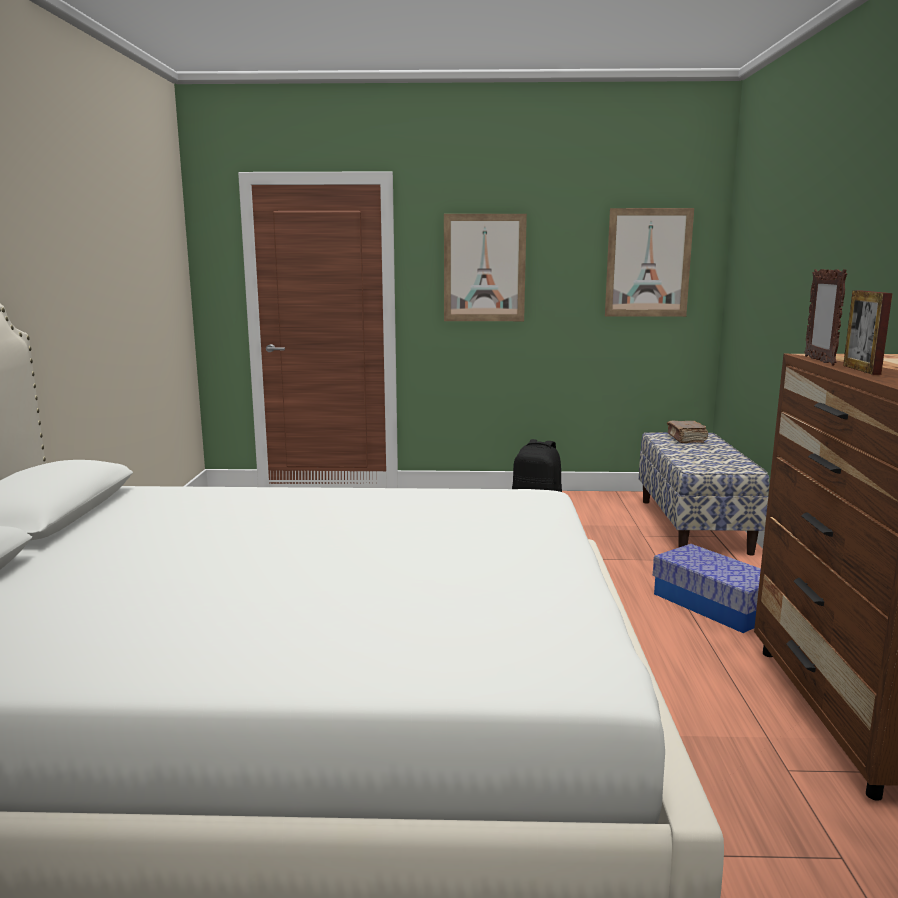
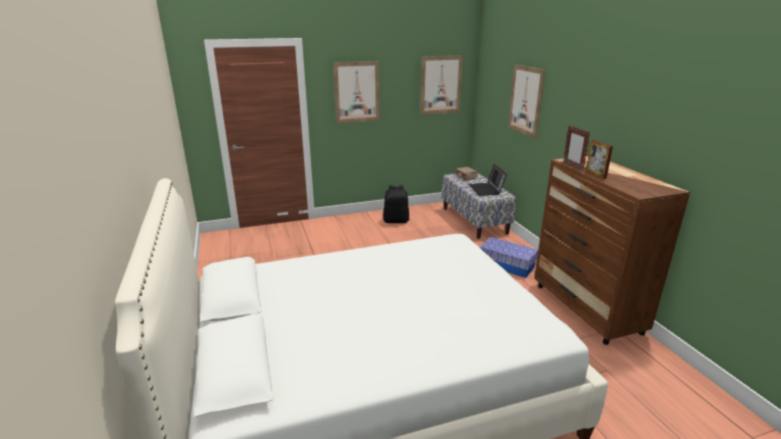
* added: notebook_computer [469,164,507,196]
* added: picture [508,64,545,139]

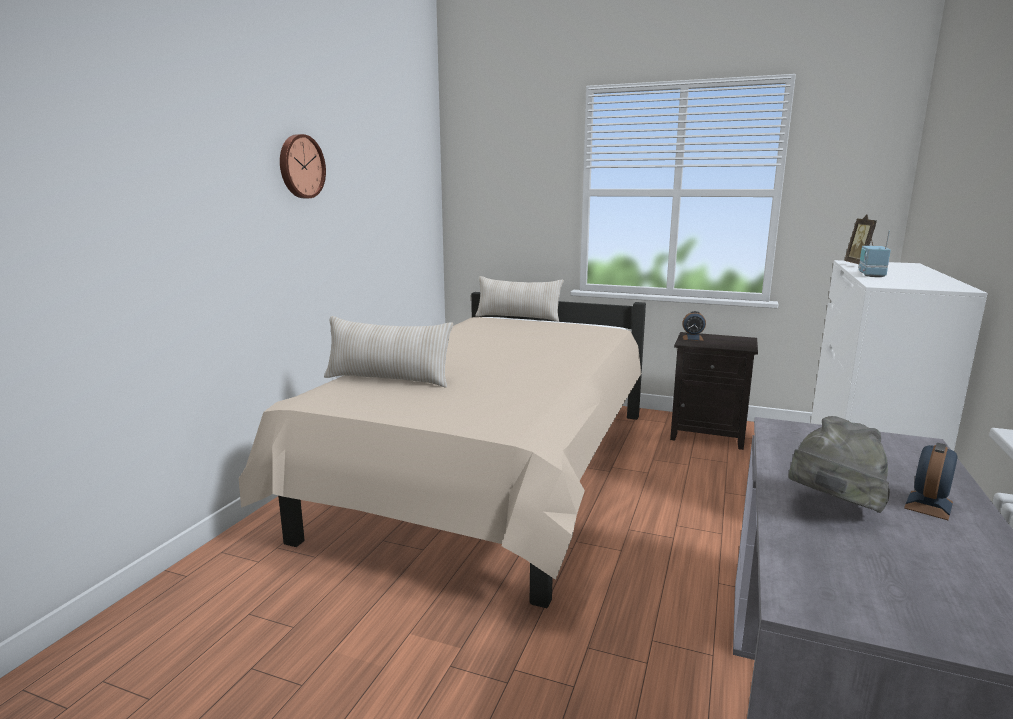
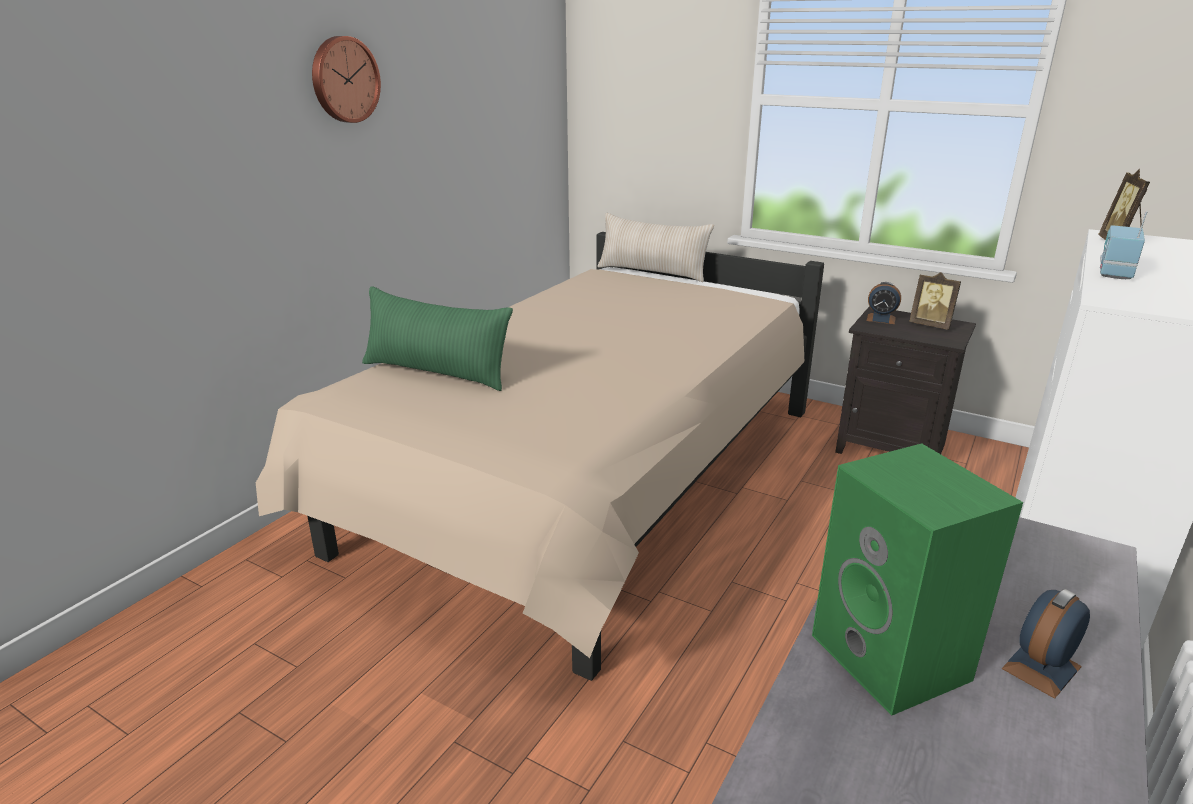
* recoloured: beige_throw_pillow [324,316,453,387] to greenish_throw_pillow [362,286,513,391]
* replaced: grey_clothing_hat [788,416,890,513] to greenish_speaker [812,443,1023,715]
* added: picture_frame [909,272,961,330]

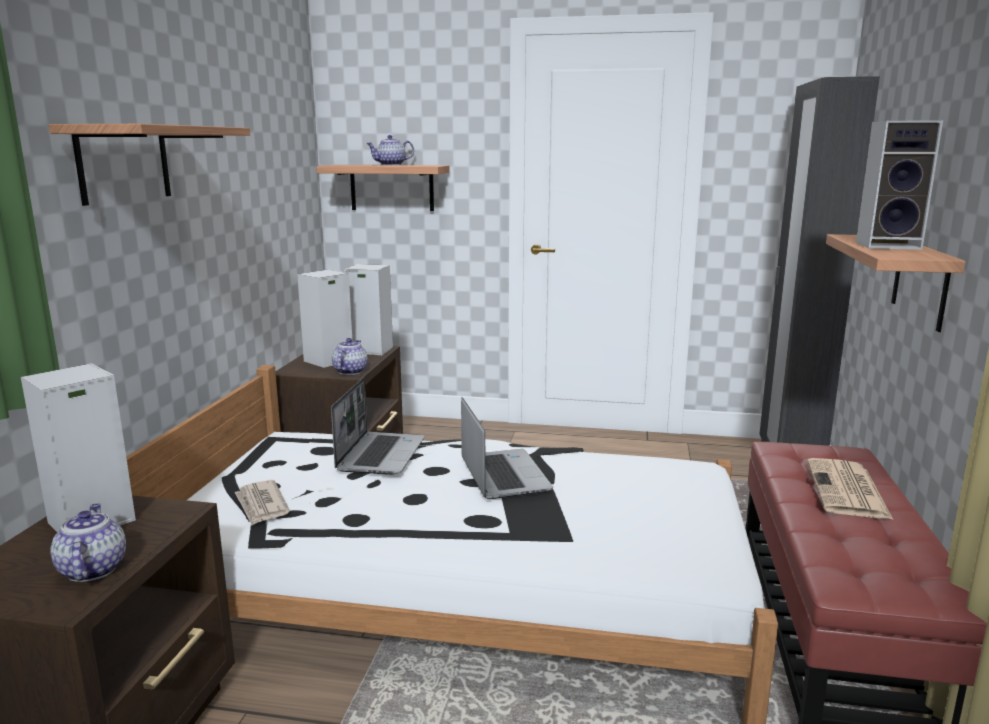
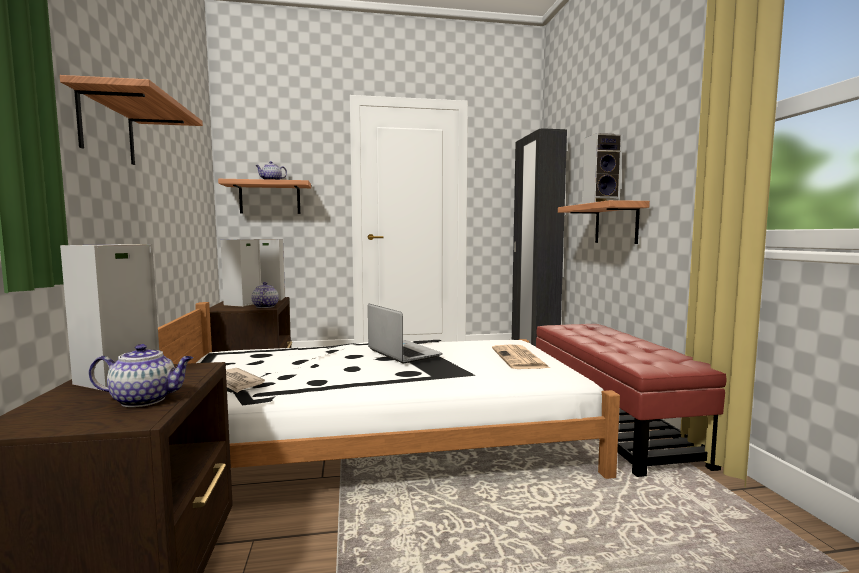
* turned: tea_pot [50,504,126,582] = [89,344,193,407] 120 degrees clockwise
* removed: notebook_computer [331,377,425,475]
* moved: daily_paper [807,458,893,519] to [492,345,550,369]

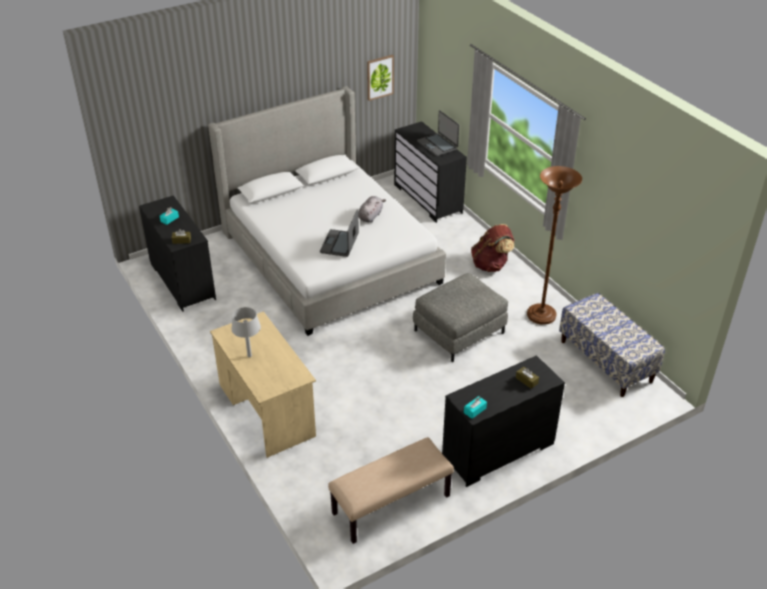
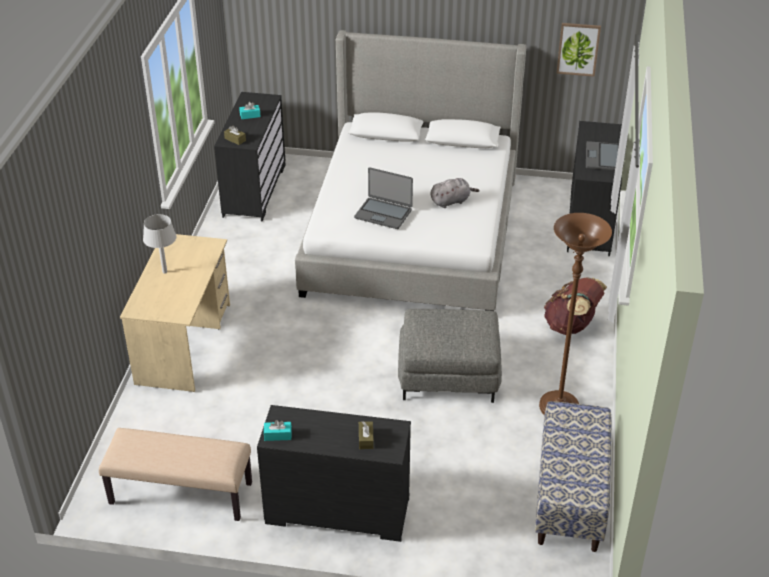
* turned: notebook_computer [320,209,359,257] = [354,167,413,229] 120 degrees counterclockwise

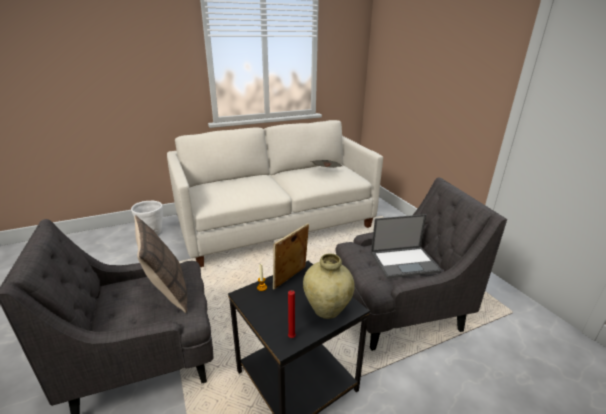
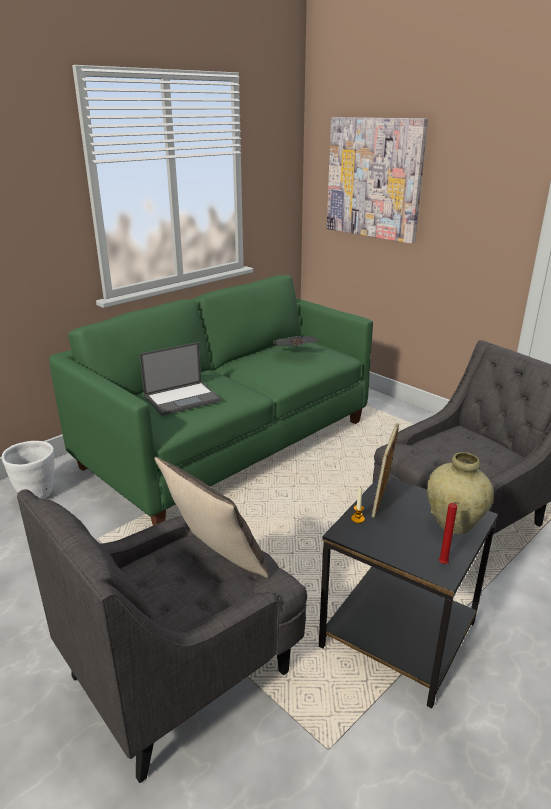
* recoloured: white_settee [167,120,383,267] to greenish_settee [49,275,373,526]
* moved: notebook_computer [371,214,442,279] to [140,342,221,416]
* added: picture [327,117,428,244]

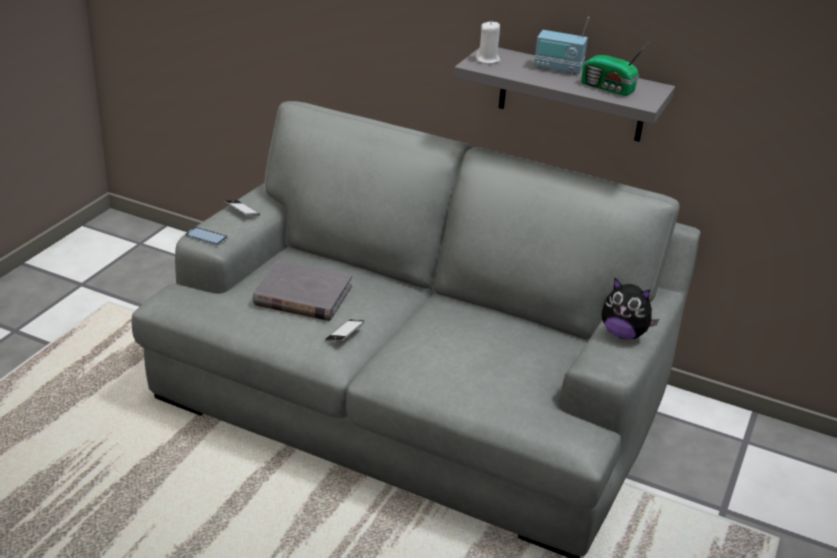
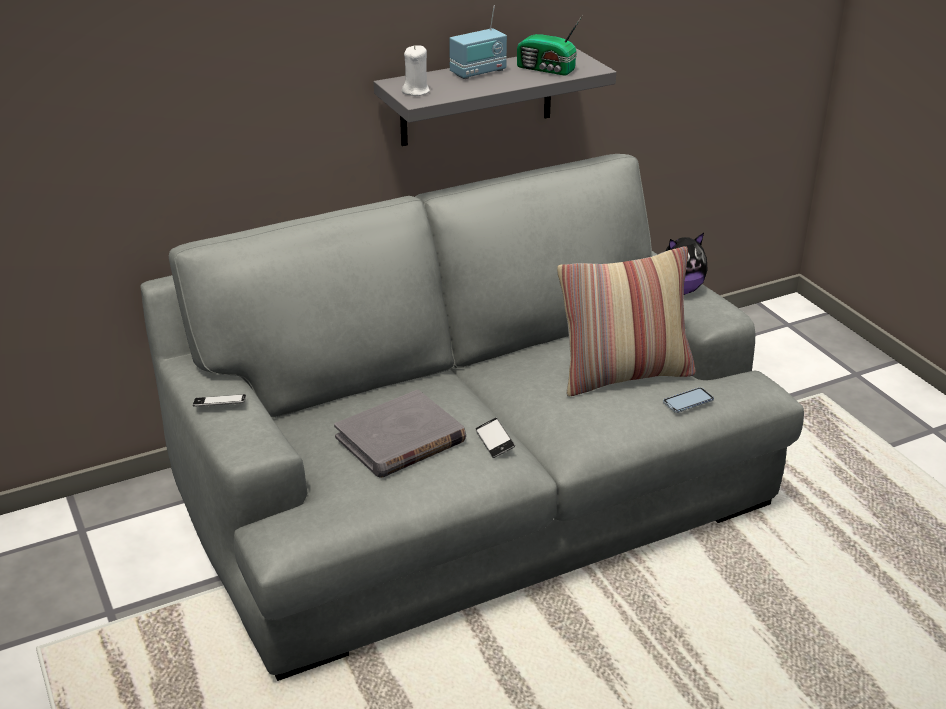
* moved: handset [185,227,228,246] to [663,387,714,413]
* turned: radio_set [581,42,649,96] = [517,15,583,76] 45 degrees clockwise
* added: throw_pillow [557,246,696,397]

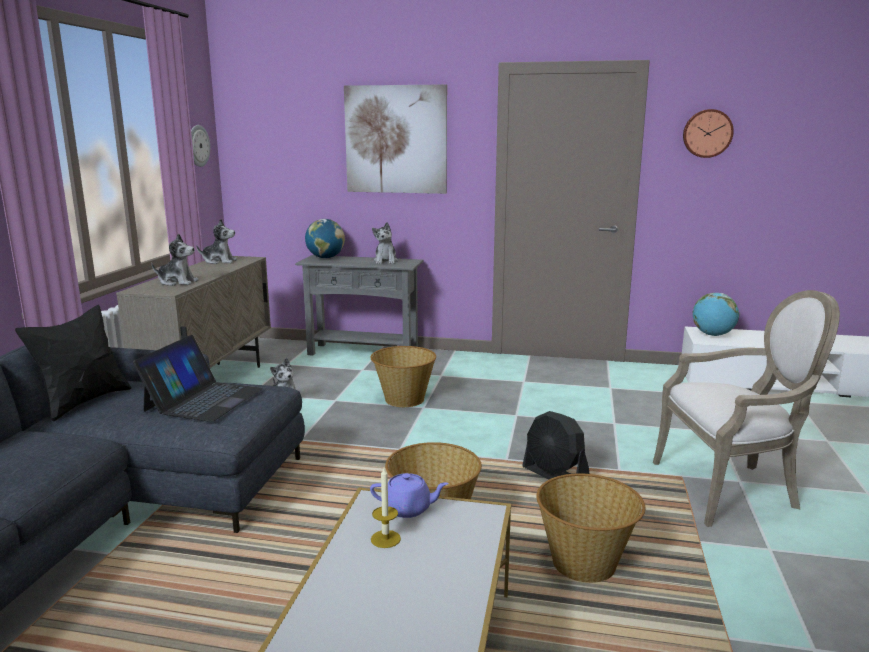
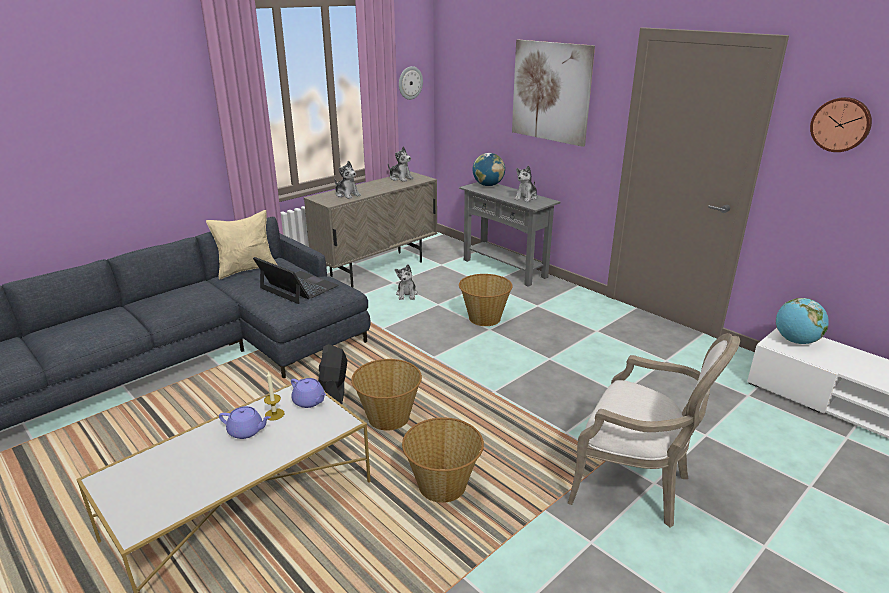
* recoloured: black-coloured_throw_pillow [15,305,131,421] to beige_throw_pillow [206,210,278,279]
* turned: notebook_computer [133,335,263,422] = [253,257,338,304] 105 degrees counterclockwise
* moved: black-coloured_cooling_fan [522,411,589,480] to [318,344,347,404]
* added: purple-coloured_tea_pot [219,406,271,439]

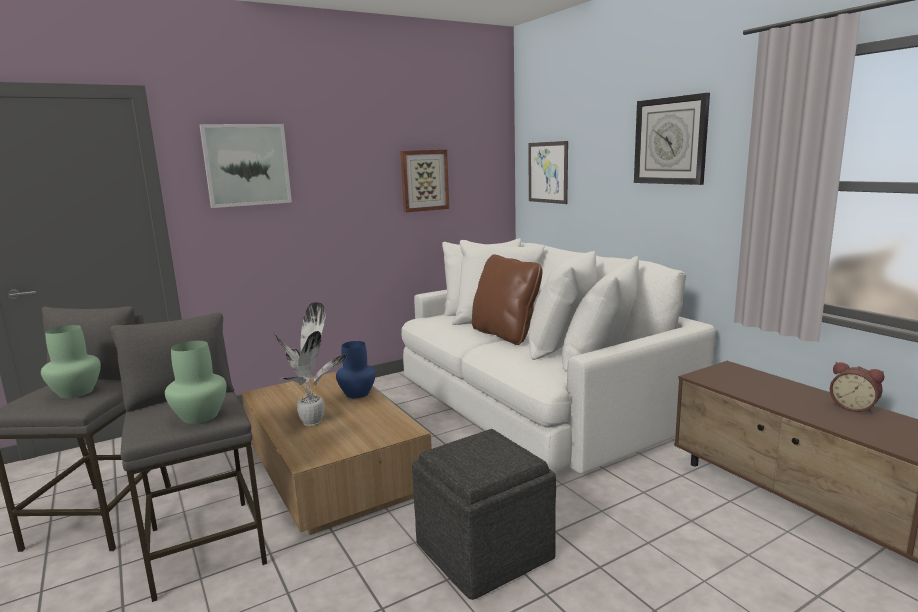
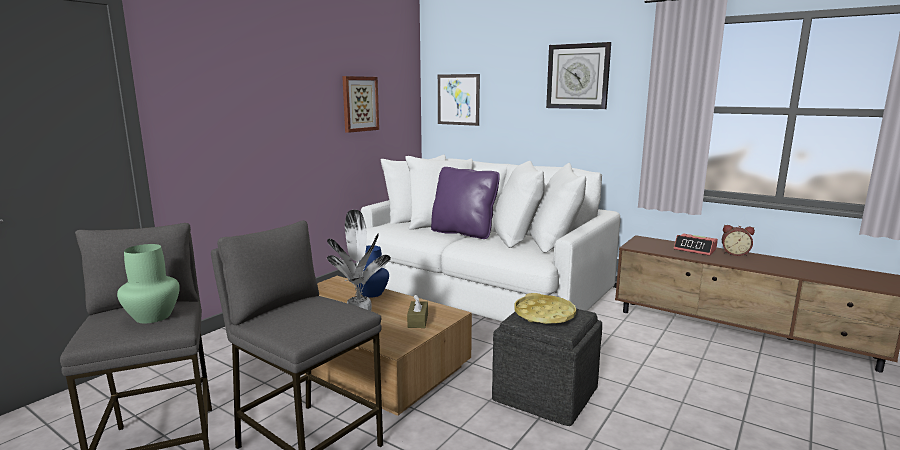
* removed: greenish_decorative_vase [165,341,227,424]
* removed: picture [199,124,292,208]
* recoloured: brown_throw_pillow [472,254,543,345] to purple-coloured_throw_pillow [431,167,500,239]
* added: brown_tissue_holder [407,295,428,328]
* added: yellow_tray [515,293,576,324]
* added: table_clock [674,233,718,256]

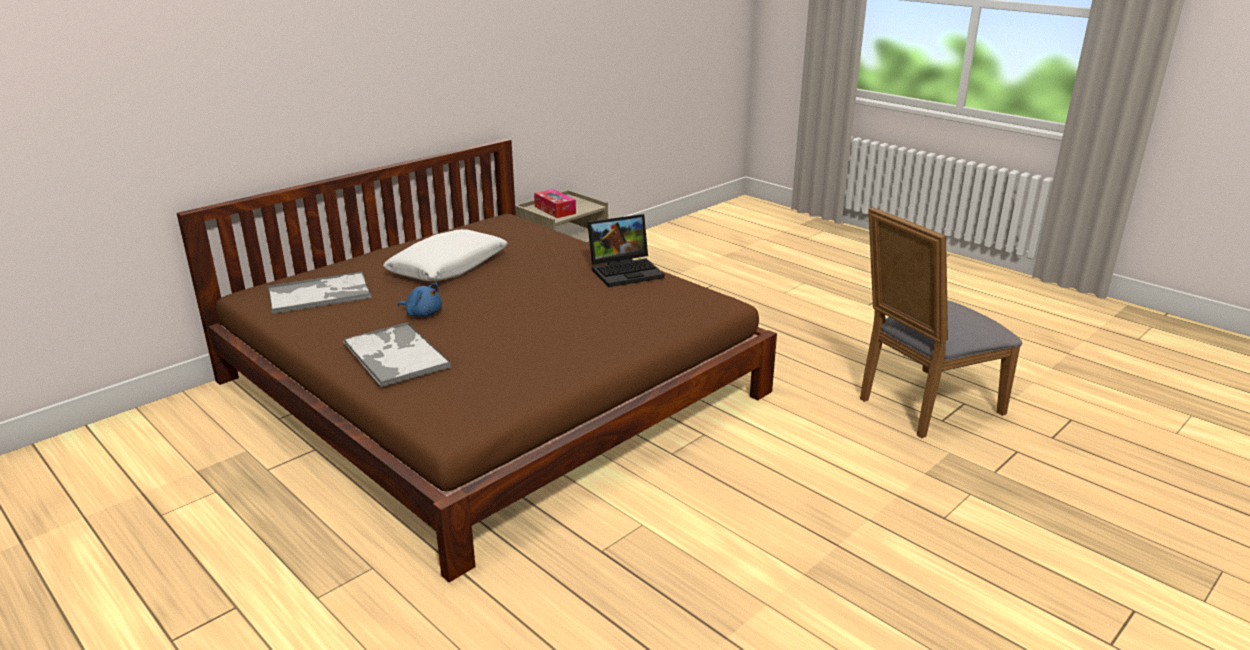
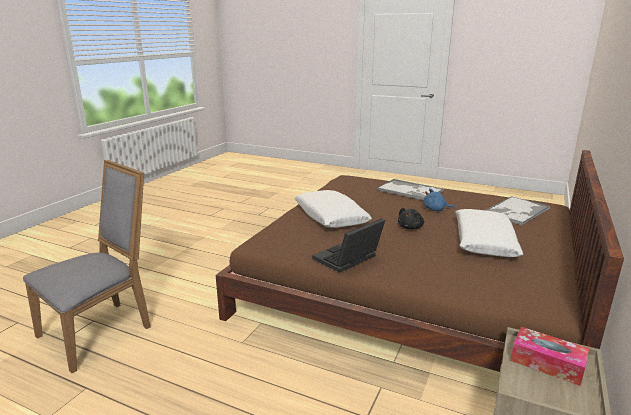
* added: white_throw_pillow [294,190,372,228]
* added: black-coloured_soft_toy [398,208,424,229]

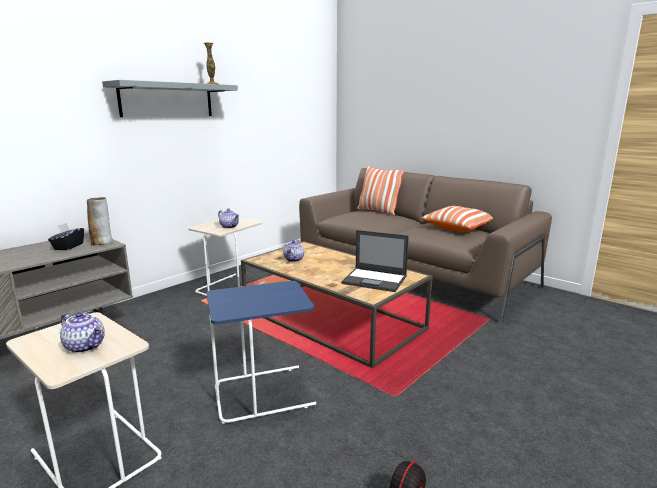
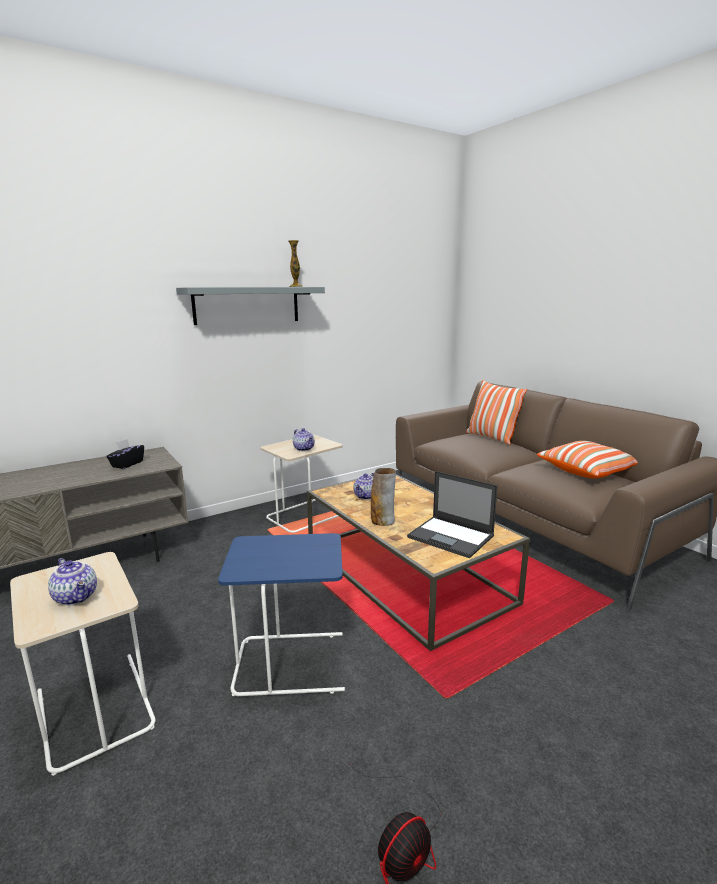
* moved: decorative_vase [87,197,113,245] to [371,468,396,526]

